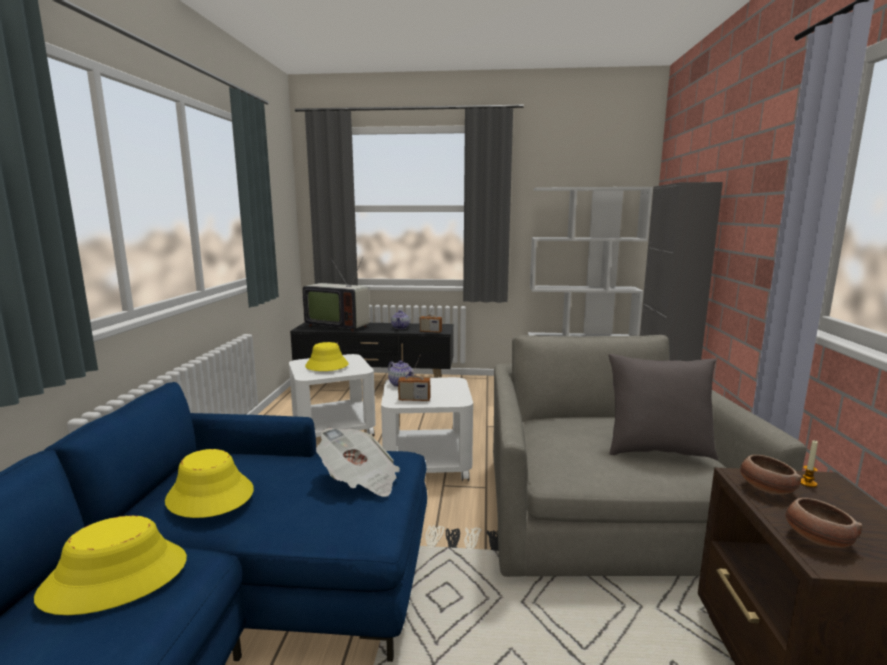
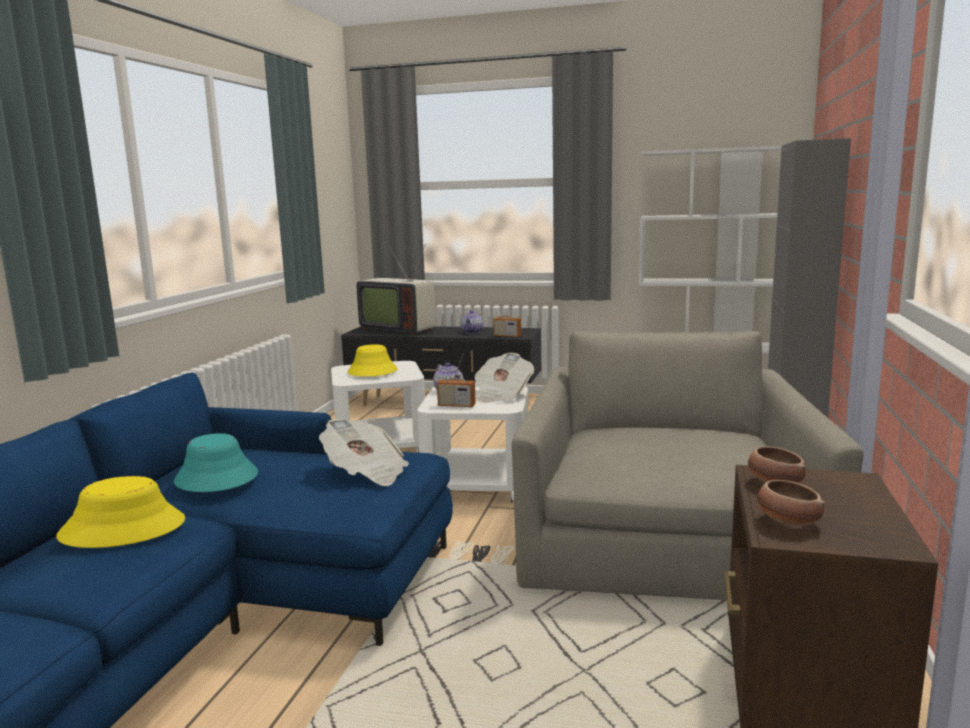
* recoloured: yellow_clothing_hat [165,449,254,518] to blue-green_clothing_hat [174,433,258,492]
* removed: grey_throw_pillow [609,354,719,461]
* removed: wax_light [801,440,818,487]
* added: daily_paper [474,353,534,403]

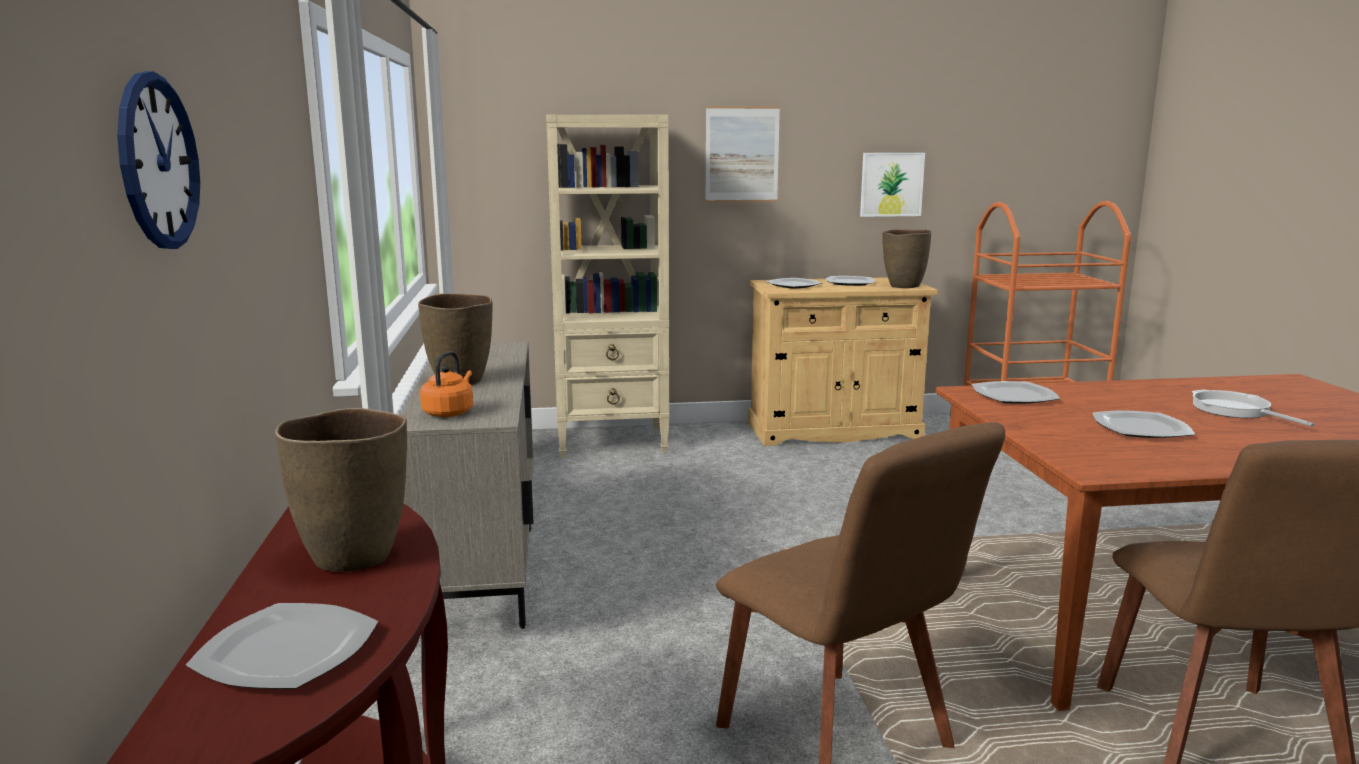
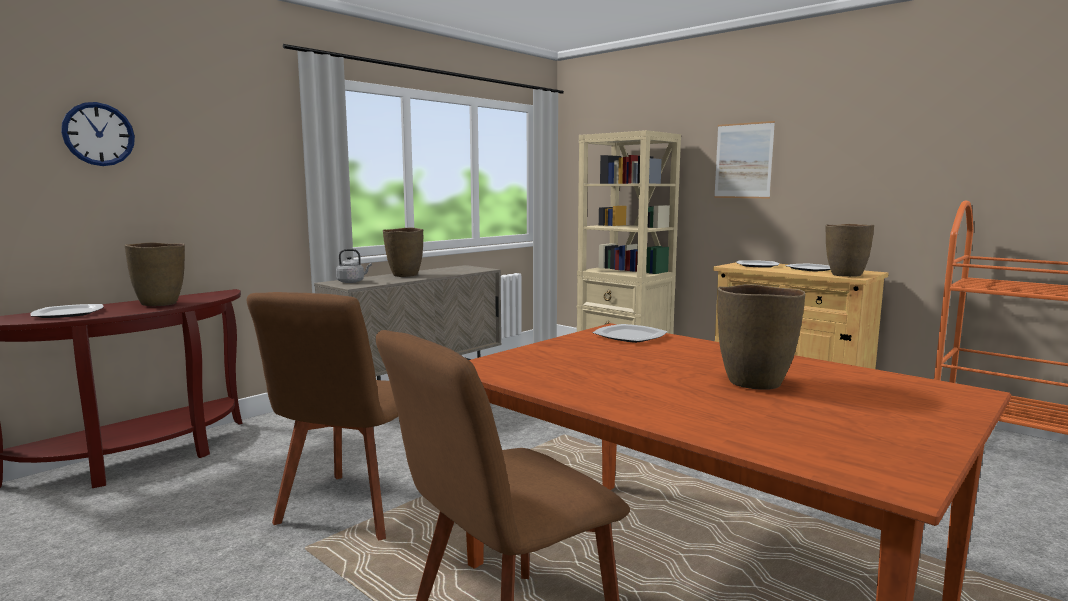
* recoloured: orangey_water_kettle [420,351,473,417] to grey_water_kettle [336,249,372,283]
* removed: picture [860,153,925,217]
* removed: dinner_plate [1093,410,1195,438]
* replaced: pan [1192,389,1315,427] to brown_decorative_vase [717,285,806,390]

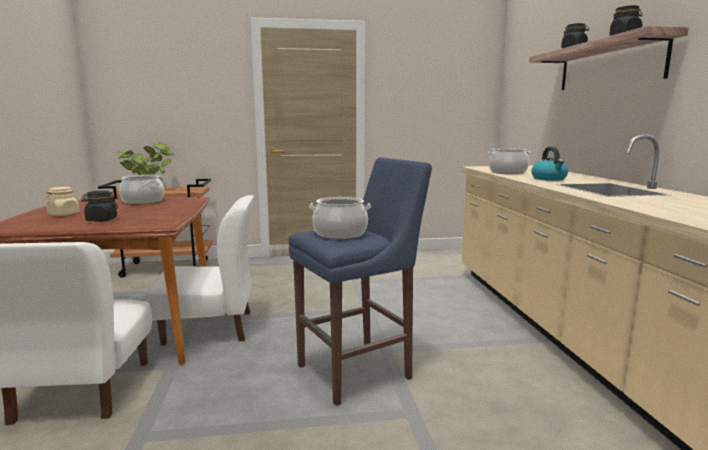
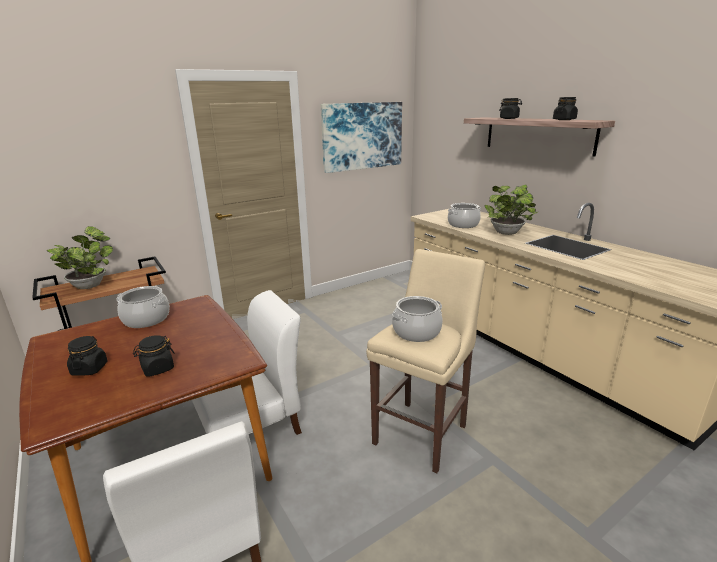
* recoloured: beige_preserve_jar [46,187,80,216] to black-coloured_preserve_jar [67,336,108,376]
* recoloured: bluish_sitting_stool [289,157,432,406] to beige_sitting_stool [366,249,485,473]
* replaced: water_kettle [532,147,568,181] to plant_in_a_pot [484,184,539,235]
* added: picture [321,102,402,173]

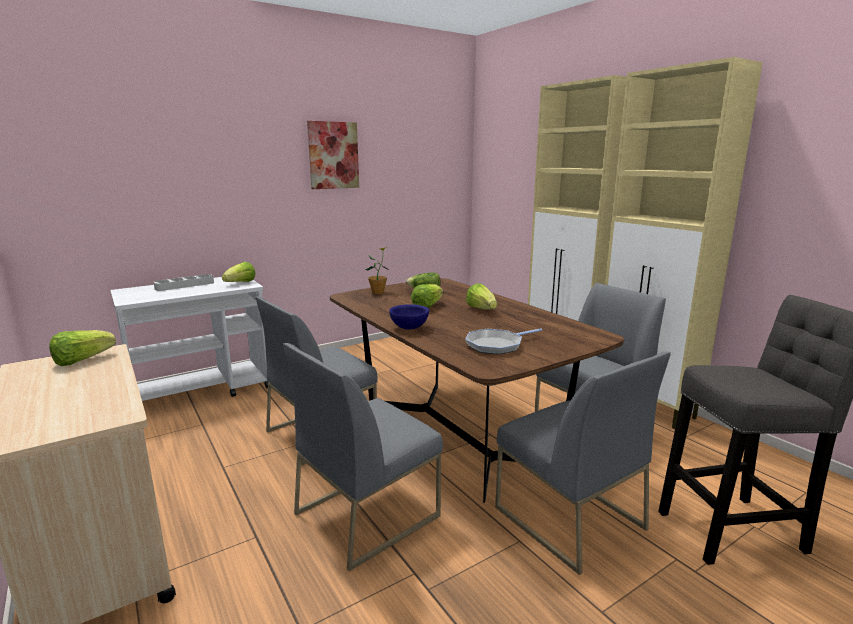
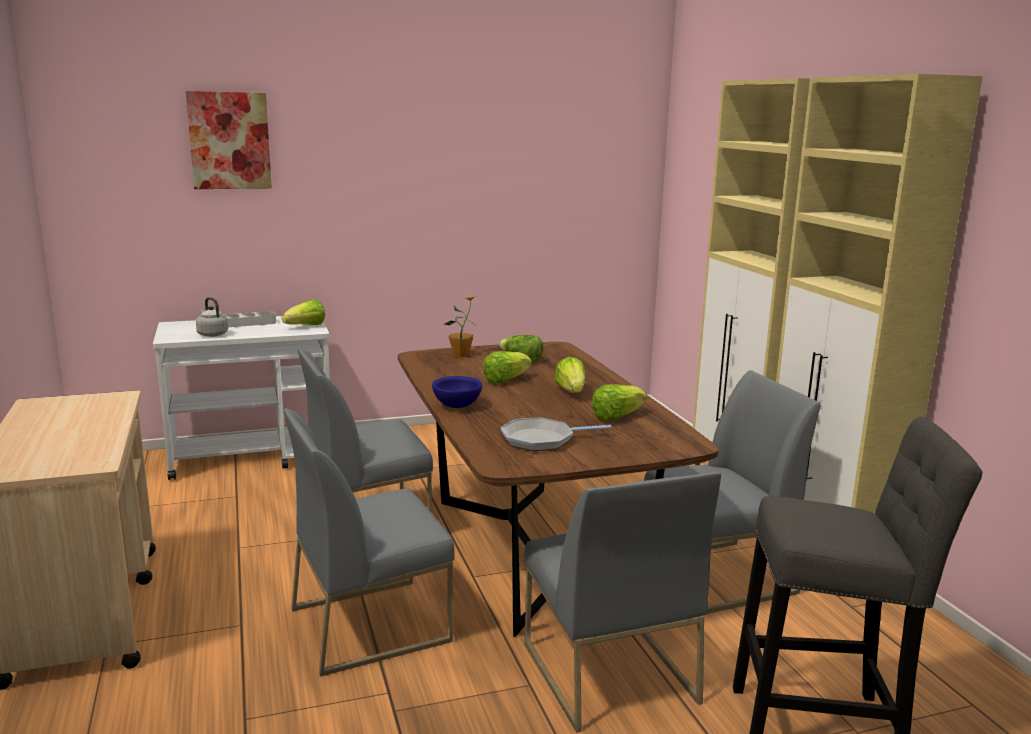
* moved: lettuce_head [49,330,116,366] to [592,384,647,421]
* moved: picture [307,121,359,189] to [186,91,272,189]
* added: grey_water_kettle [196,297,228,337]

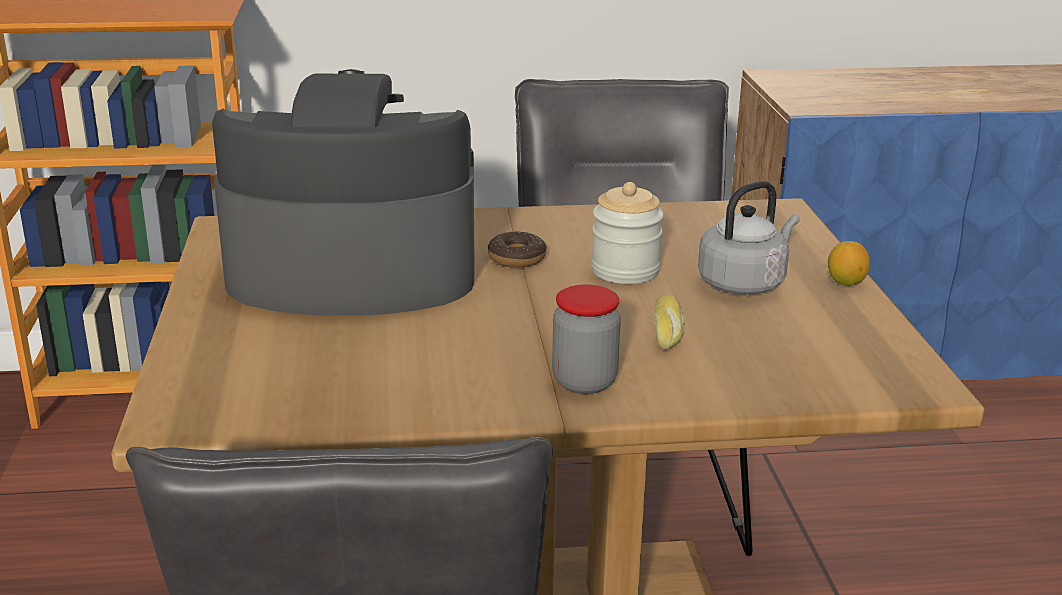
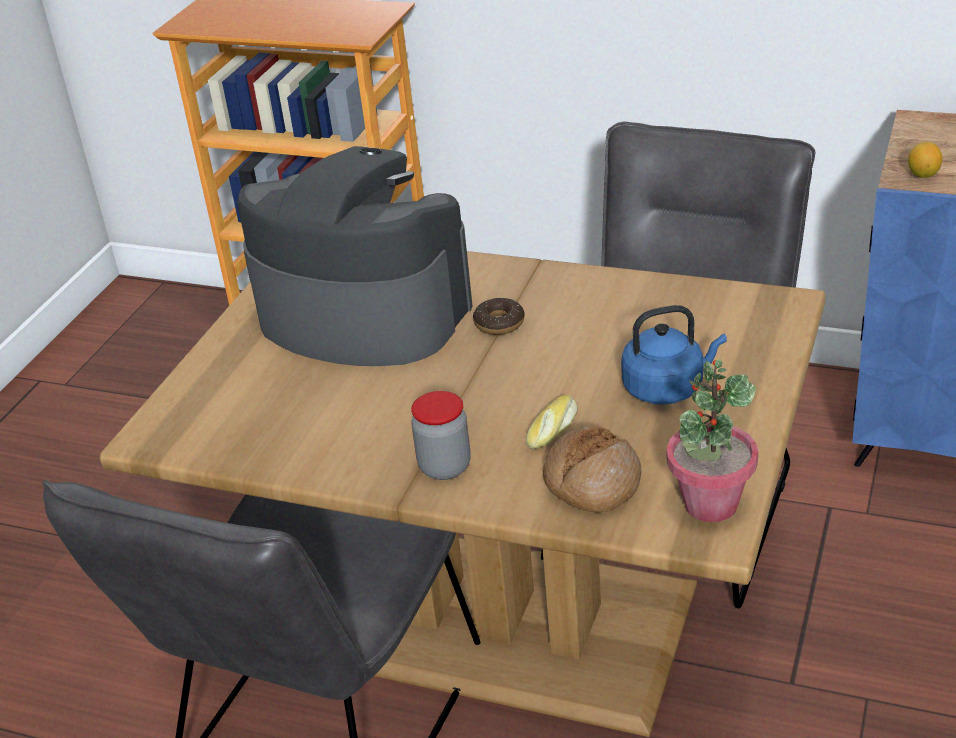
* removed: preserve_jar [591,182,664,284]
* recoloured: grey_water_kettle [698,181,800,295] to bluish_water_kettle [621,305,727,405]
* moved: whole_lemon [828,241,870,286] to [908,142,942,178]
* added: baked_bread [543,426,642,513]
* added: plant_in_a_pot [667,359,758,522]

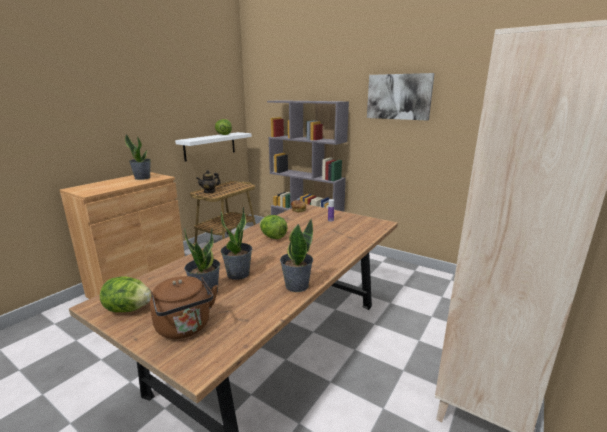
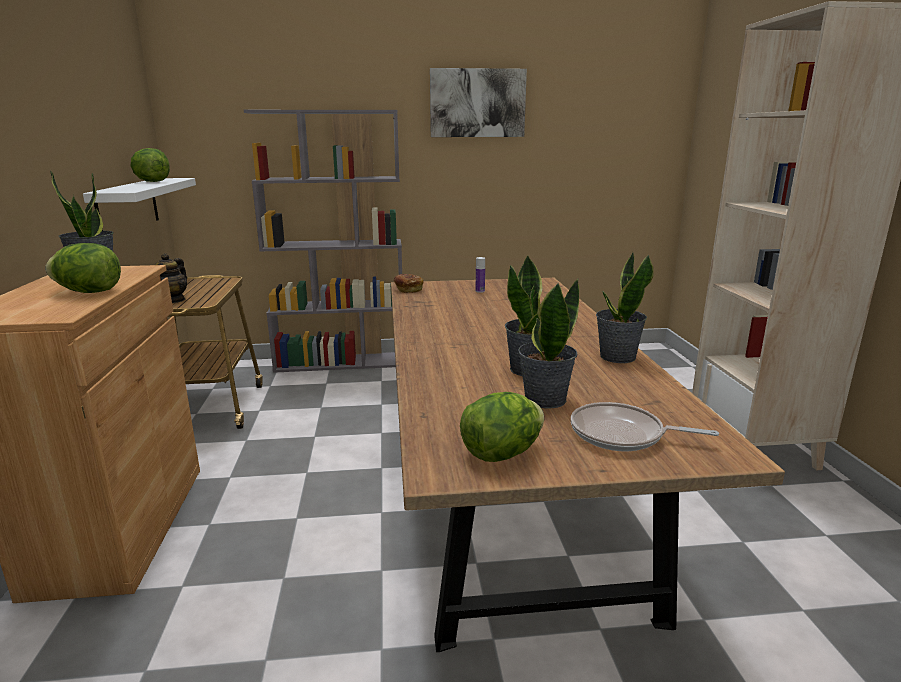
* replaced: brown_water_kettle [150,276,218,339] to pan [571,402,719,451]
* moved: lettuce_head [260,215,287,239] to [45,243,121,293]

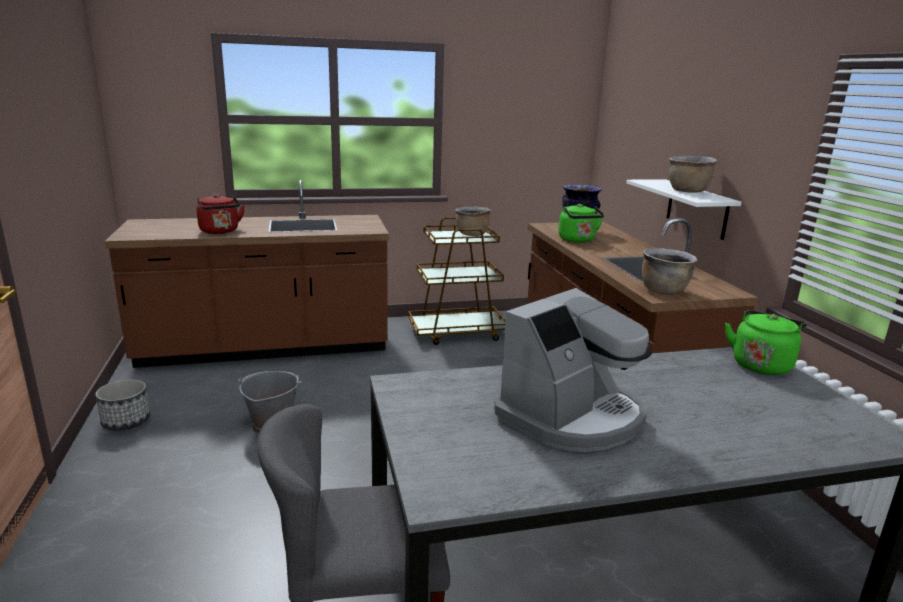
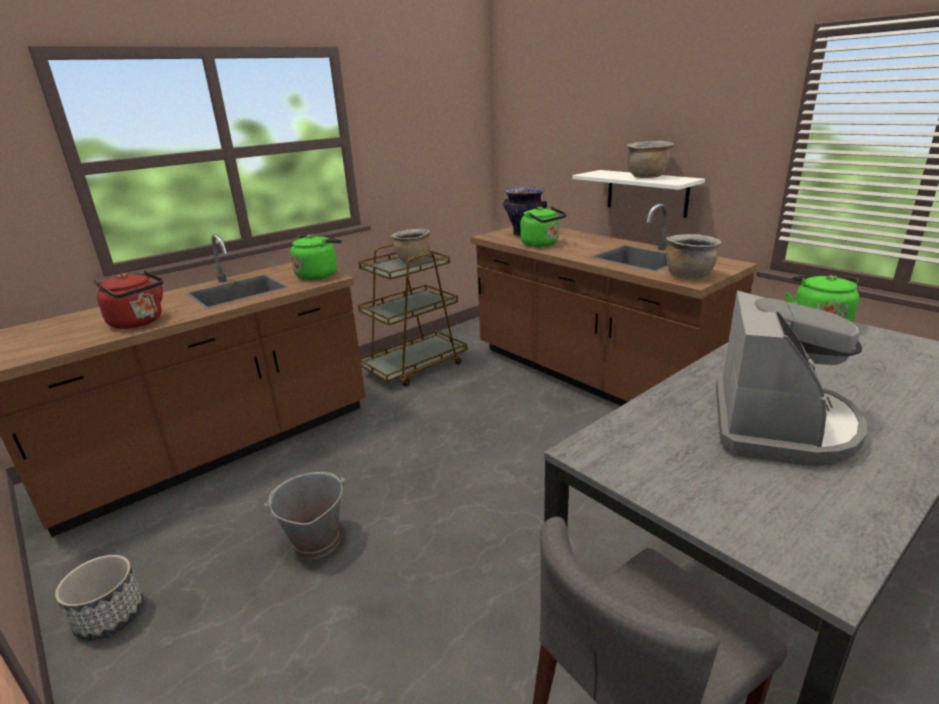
* added: greenish_water_kettle [290,234,342,280]

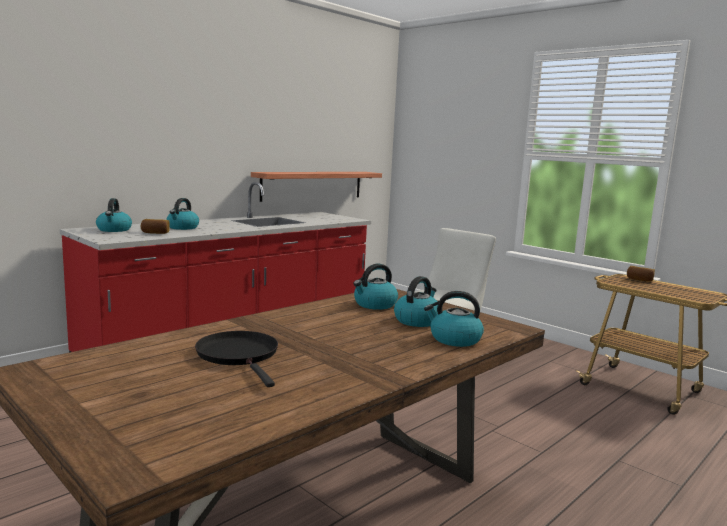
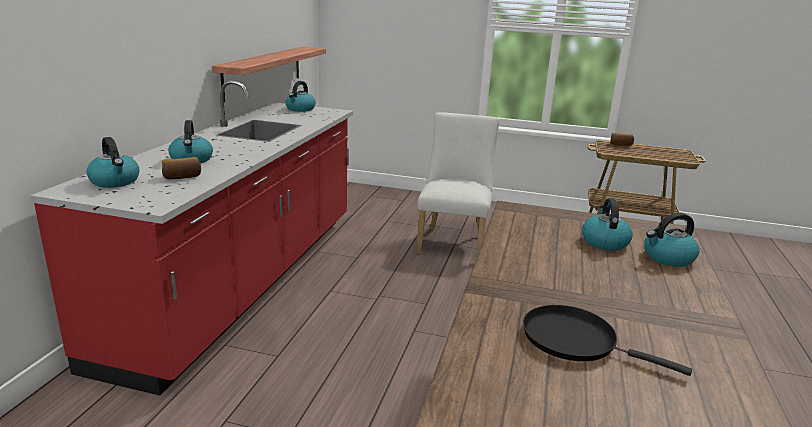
* moved: water_kettle [353,263,398,310] to [285,81,315,112]

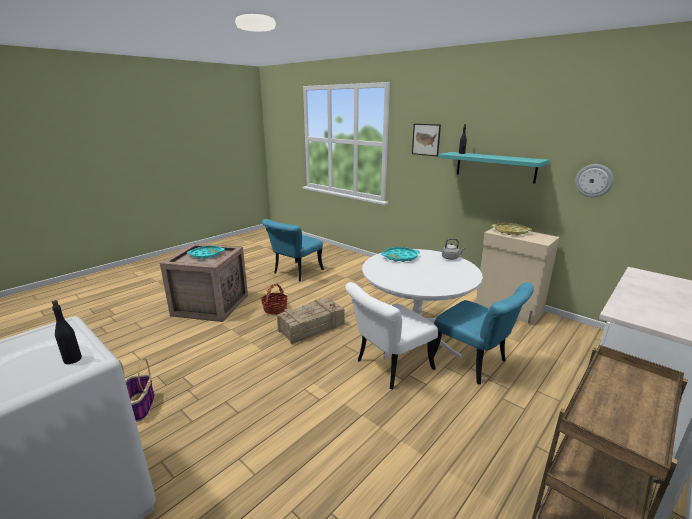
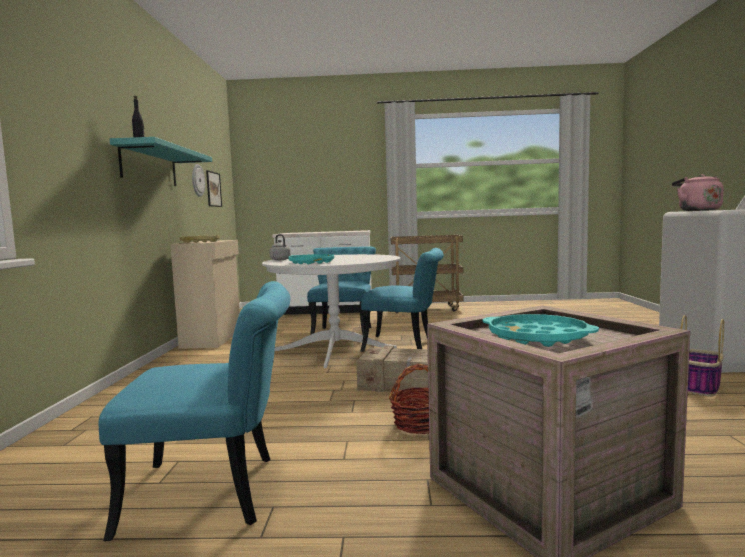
* replaced: black-coloured_drink_bottle [52,300,82,364] to pink_water_kettle [672,174,724,211]
* recoloured: white_upright_chair [345,282,438,389] to blue-green_upright_chair [361,248,444,352]
* moved: picture [412,124,441,157] to [206,170,222,207]

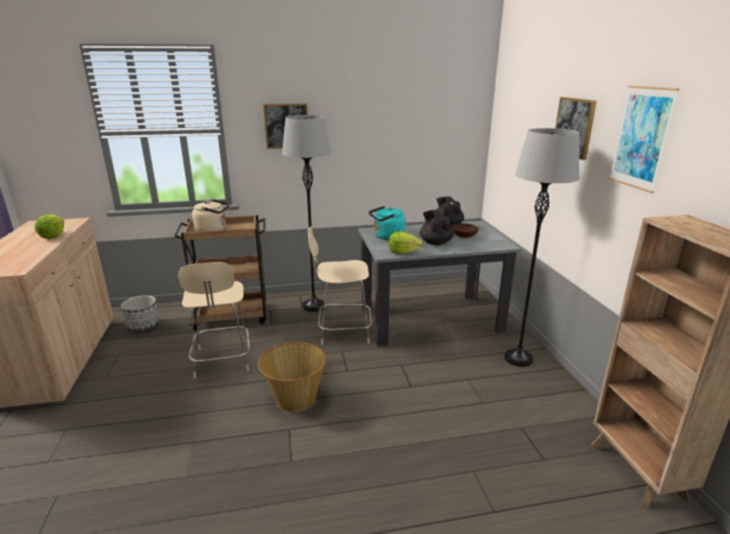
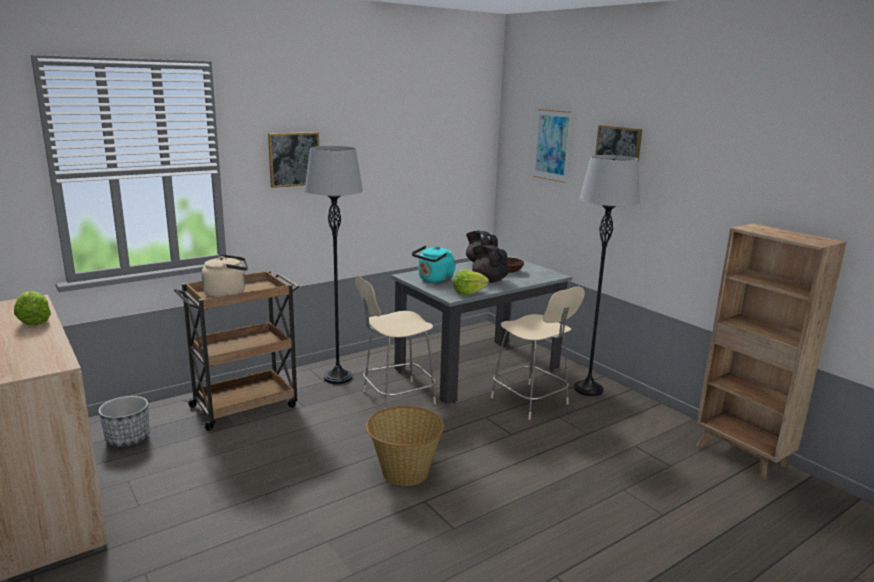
* moved: beige_upright_chair [178,262,250,378] to [491,287,585,420]
* moved: picture [609,86,679,193] to [533,109,572,183]

